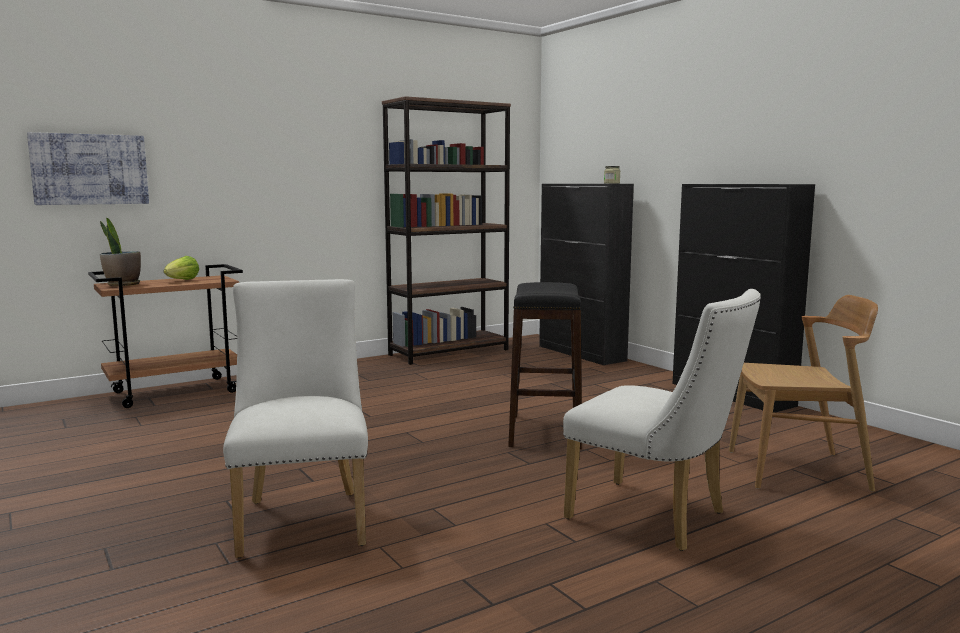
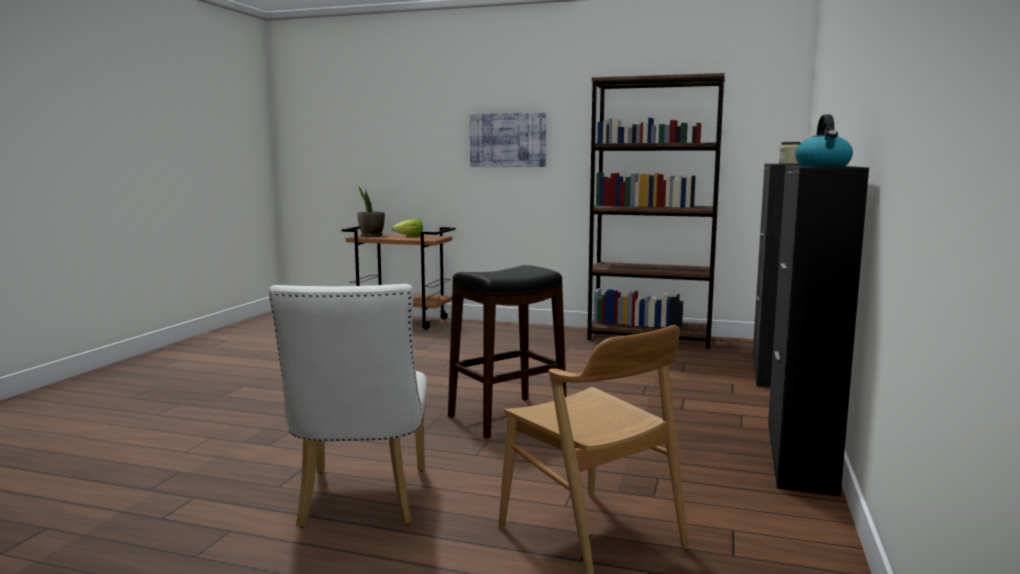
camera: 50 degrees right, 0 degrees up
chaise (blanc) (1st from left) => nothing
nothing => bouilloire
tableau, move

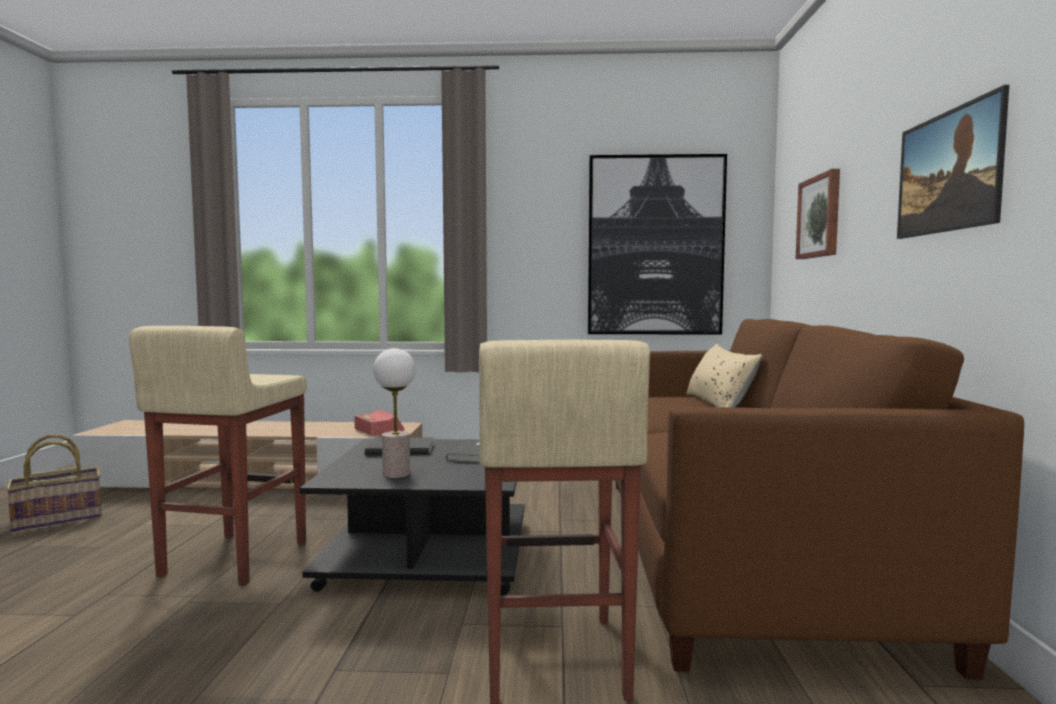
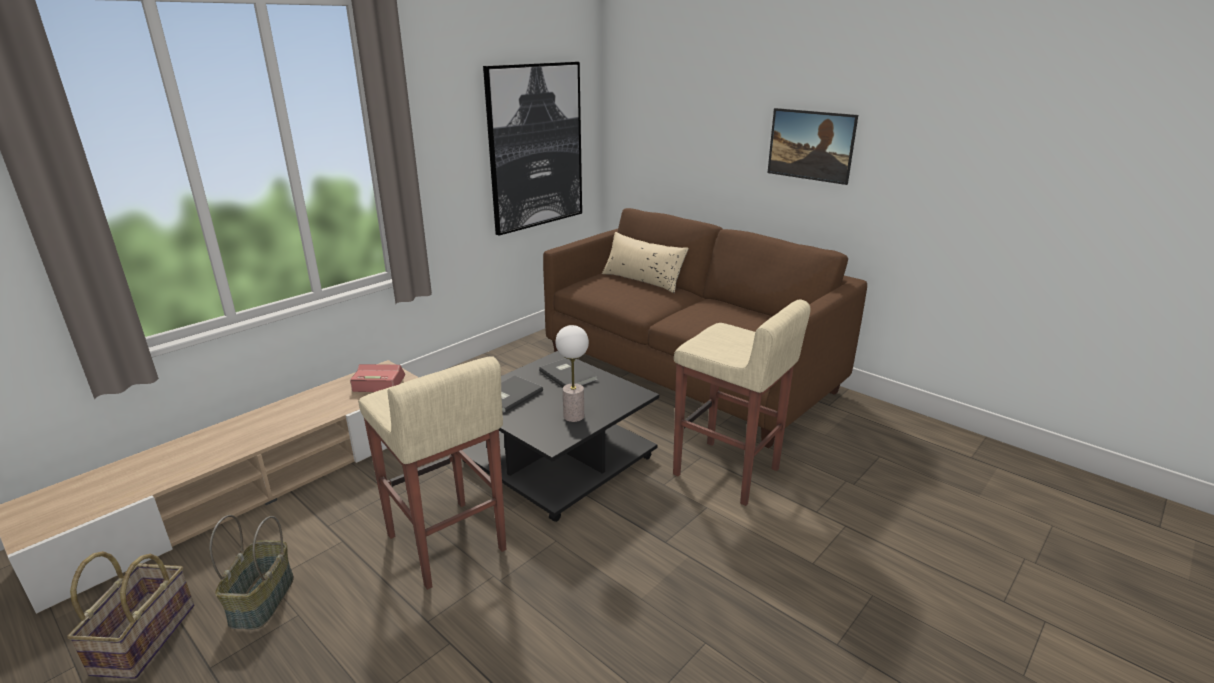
camera: 50 degrees left, 20 degrees up
tableau (2nd from left) => nothing
nothing => panier (2nd from left)

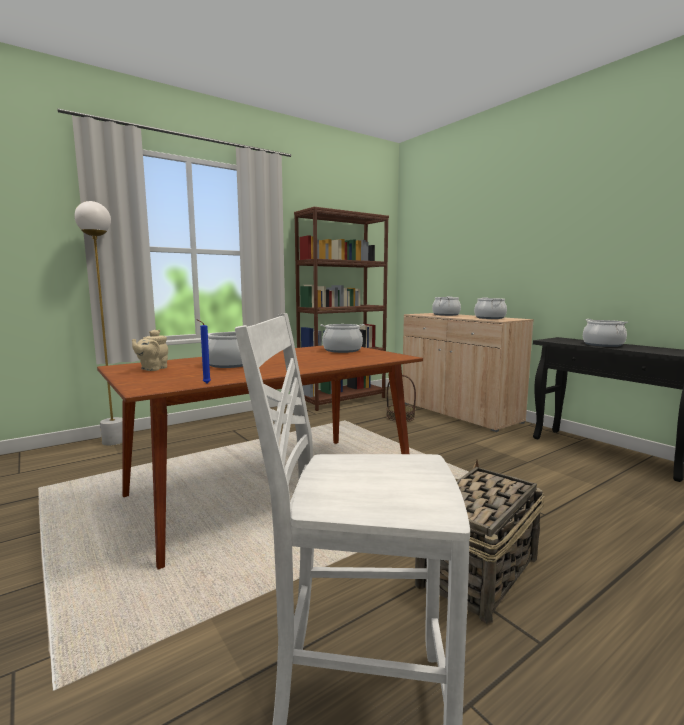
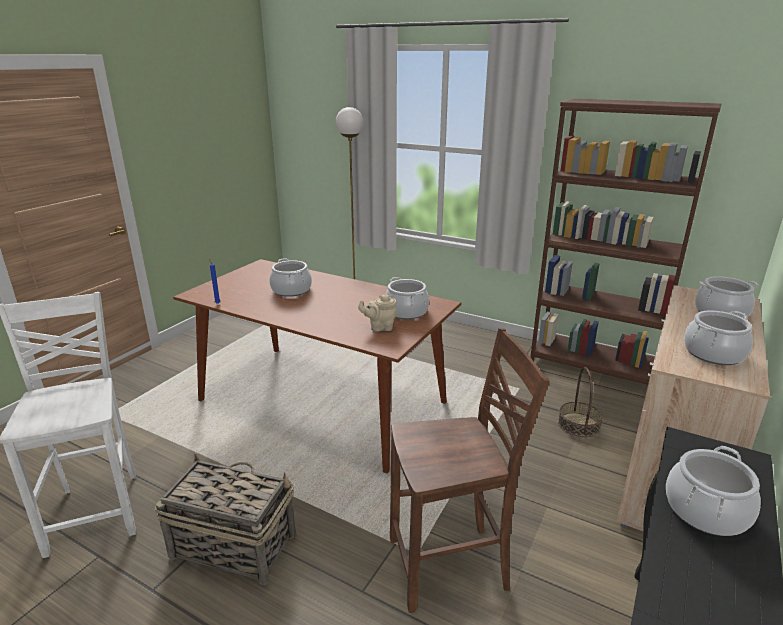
camera: 65 degrees right, 15 degrees up
nothing => chaise (marron)
théière (beige), move

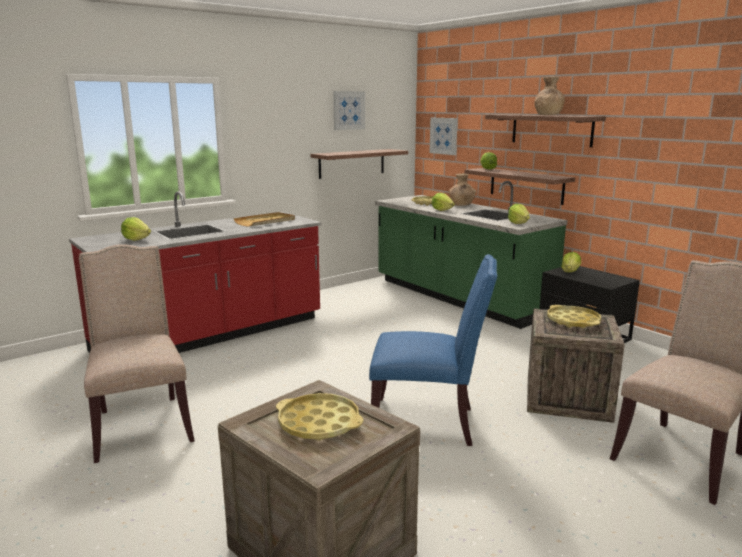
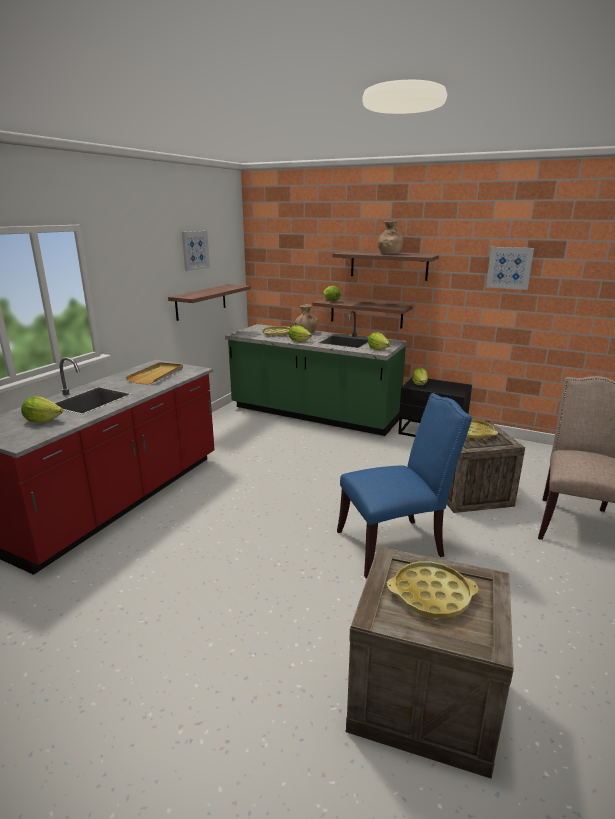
camera: 25 degrees left, 5 degrees up
chaise (beige) (1st from left) => nothing
tableau (2nd from left), move

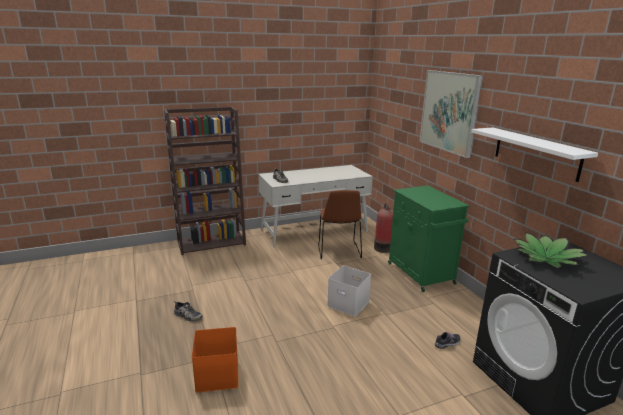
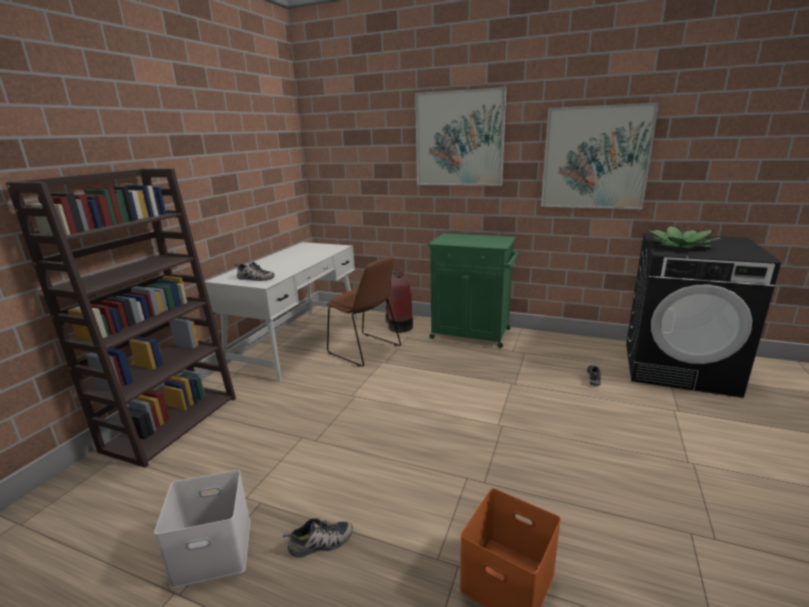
camera: 45 degrees left, 0 degrees up
boîte de rangement (blanc), move
étagère (blanc) => tableau (2nd from left)

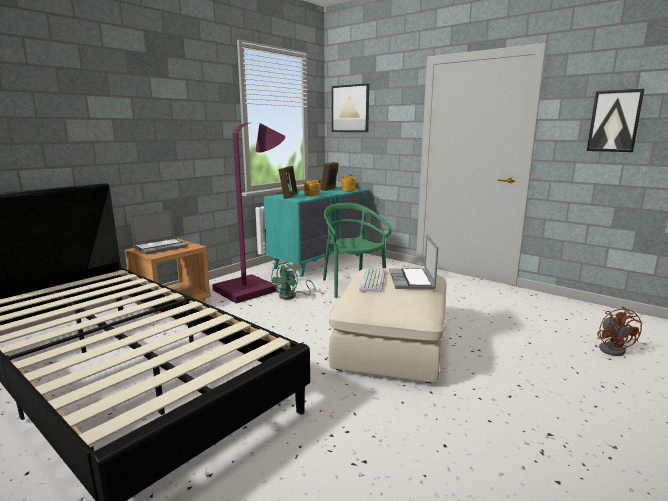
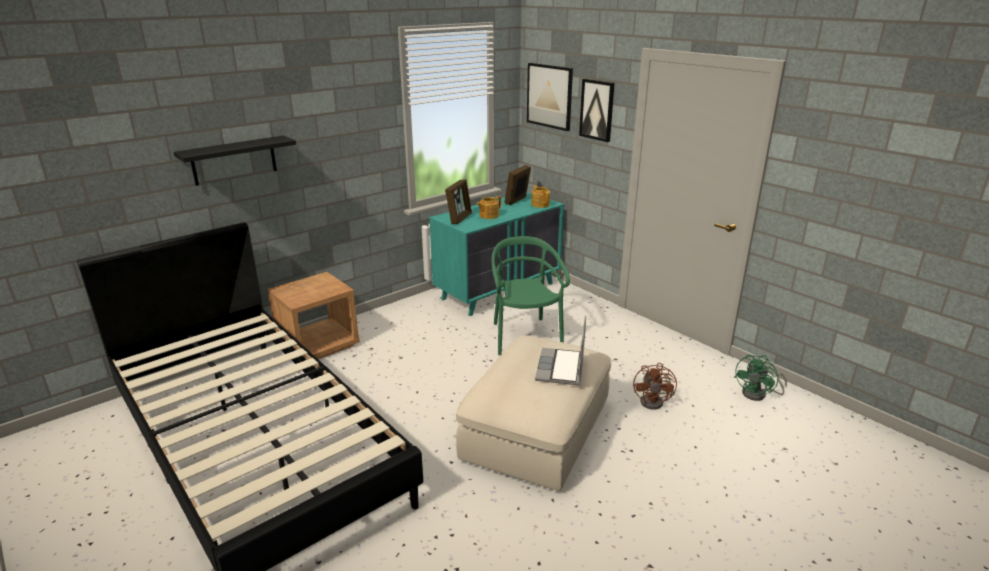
camera: 10 degrees right, 10 degrees up
ordinateur portable (1st from left) => nothing
lampadaire (violet) => nothing
clavier => nothing
nothing => étagère (noir)
ventilateur (vert), move
tableau (2nd from left), move
ventilateur (marron), move

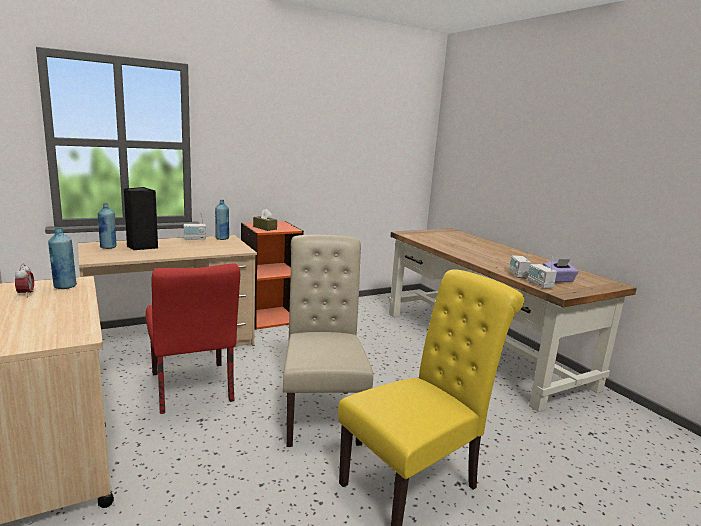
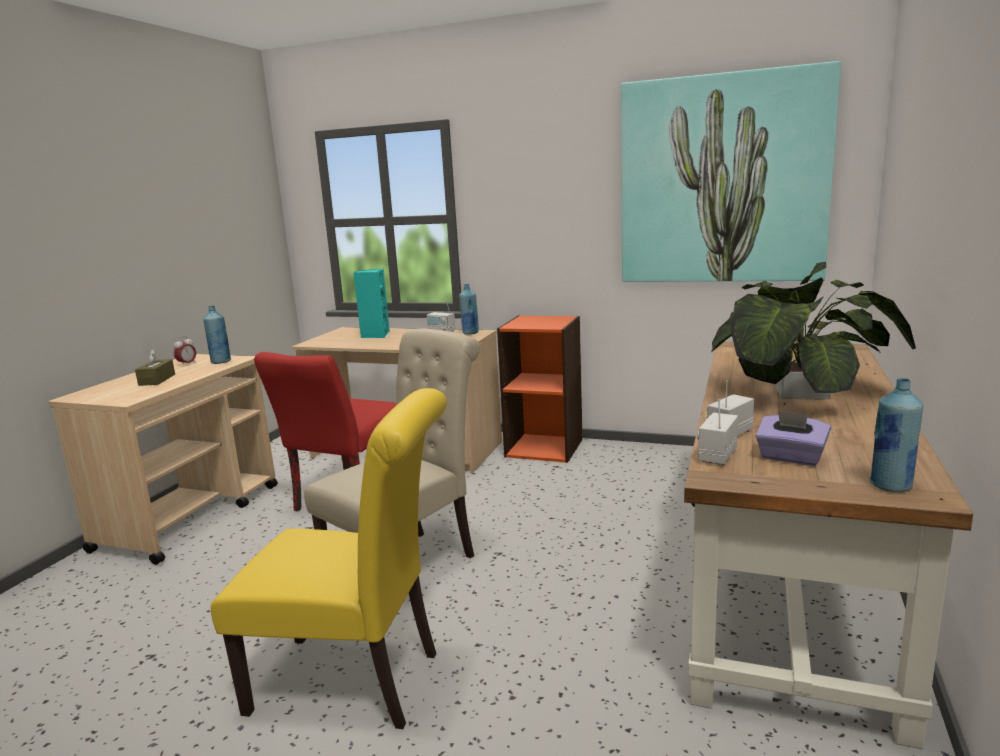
camera: 50 degrees right, 0 degrees up
nothing => tableau
nothing => plante en pot
bouteille (bleu) (2nd from left in the first image) => bouteille (bleu) (3rd from left), move
boîte à mouchoirs (marron), move
enceinte (noir) => enceinte (turquoise)

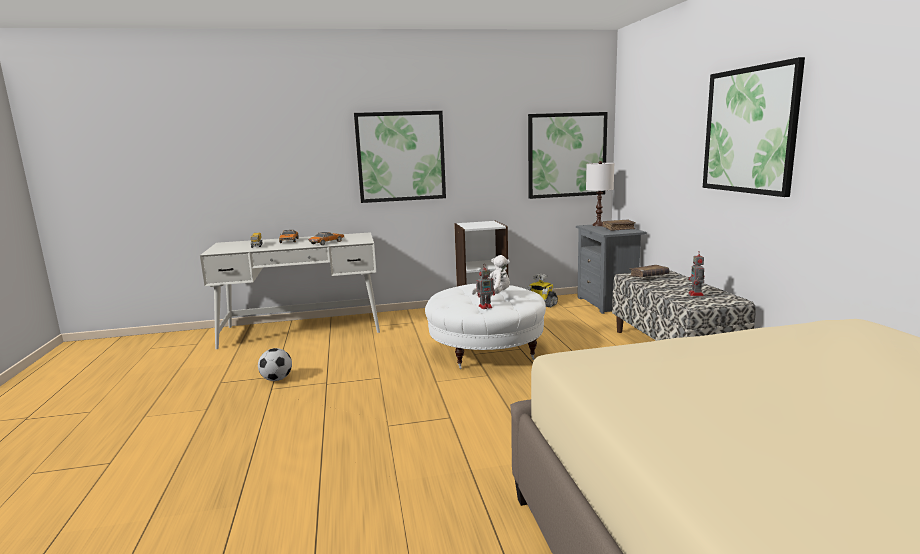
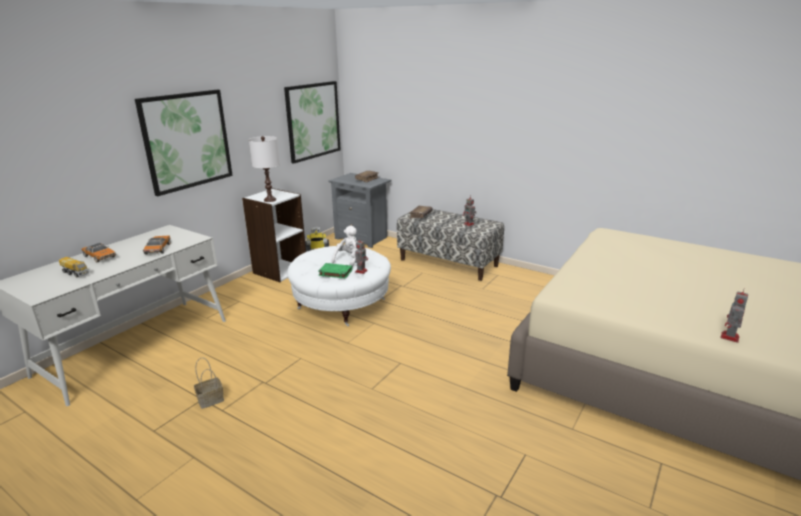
camera: 45 degrees left, 10 degrees up
tableau (3rd from left) => nothing
nothing => livre (vert)
nothing => robot jouet (4th from left)
lampe de table (blanc), move
ballon de foot => panier

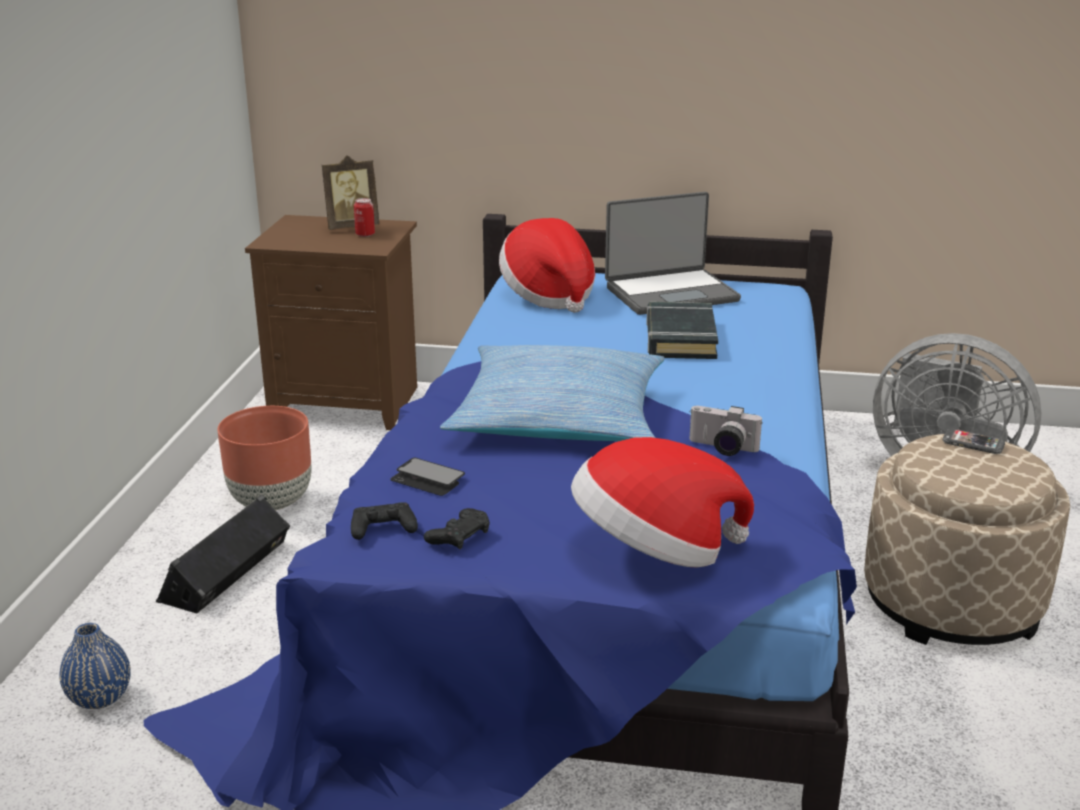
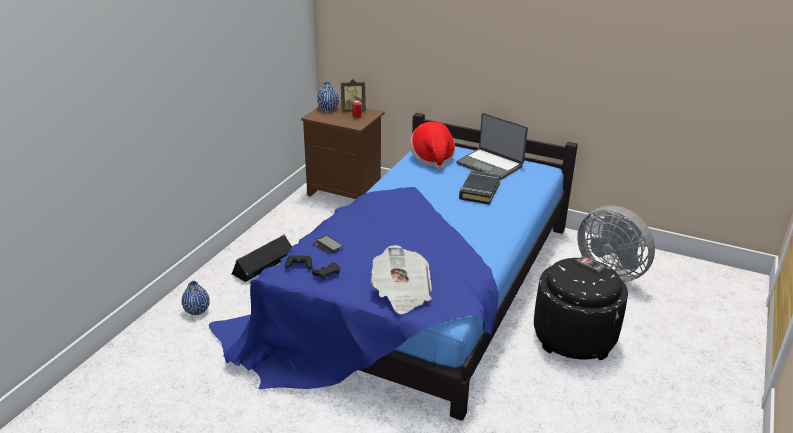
camera: 15 degrees right, 5 degrees up
cache-pot (marron) => nothing
coussin => nothing
appareil photo => nothing
nothing => vase (bleu) (2nd from left)
chapeau (2nd from left) => journal
pouf (beige) => pouf (noir)
ordinateur portable, 45 degrees clockwise

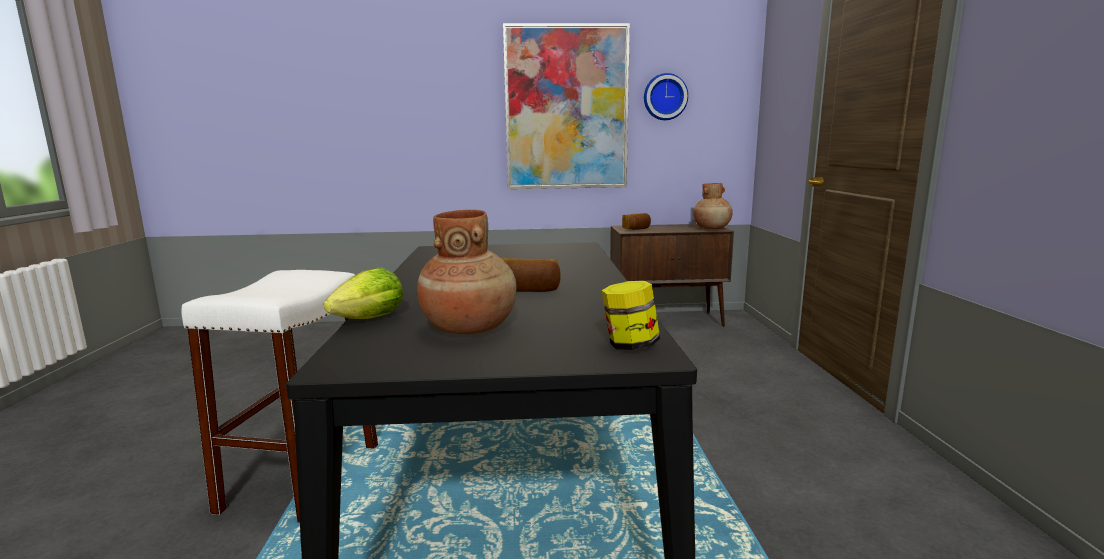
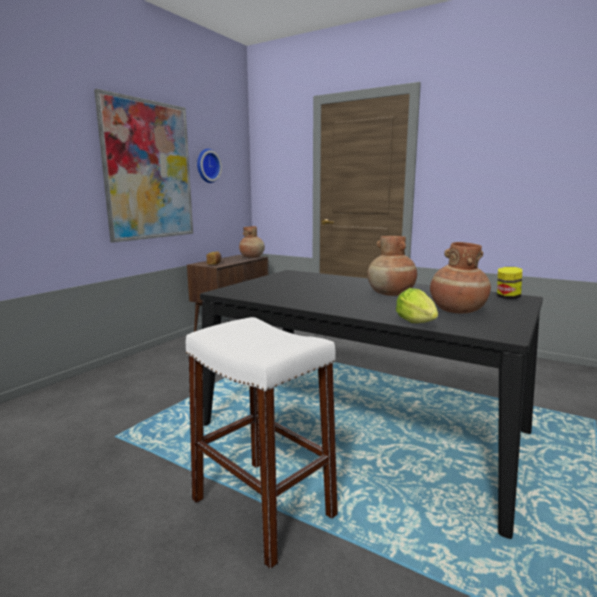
camera: 55 degrees left, 0 degrees up
pain (1st from left) => vase (marron) (2nd from left)

